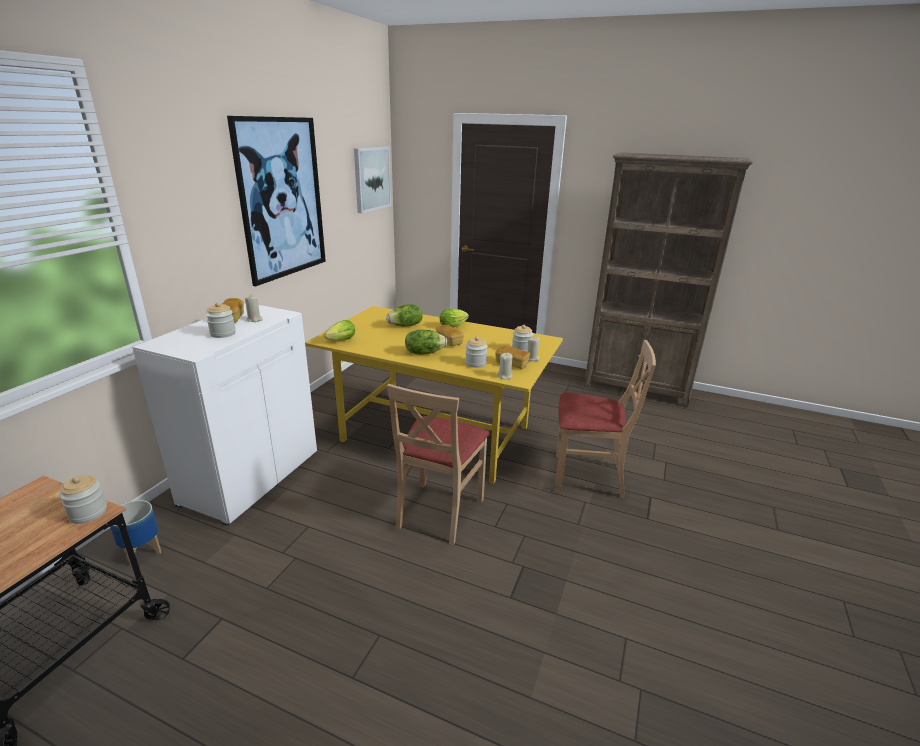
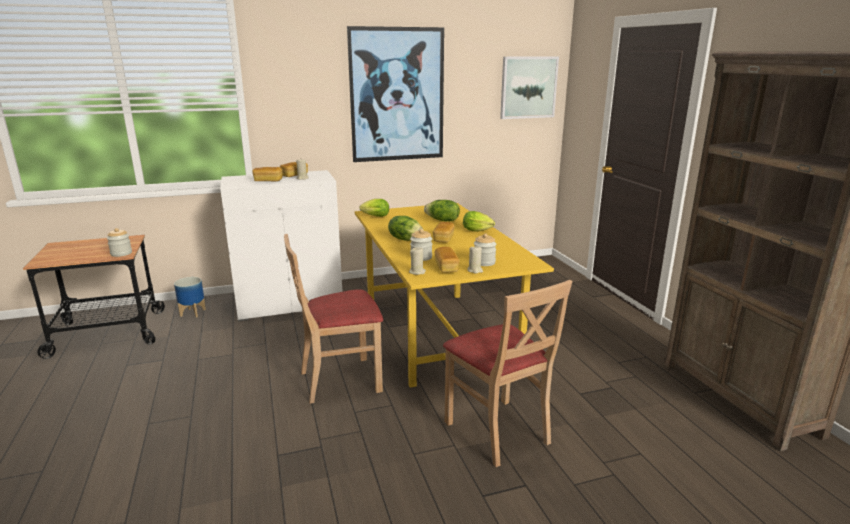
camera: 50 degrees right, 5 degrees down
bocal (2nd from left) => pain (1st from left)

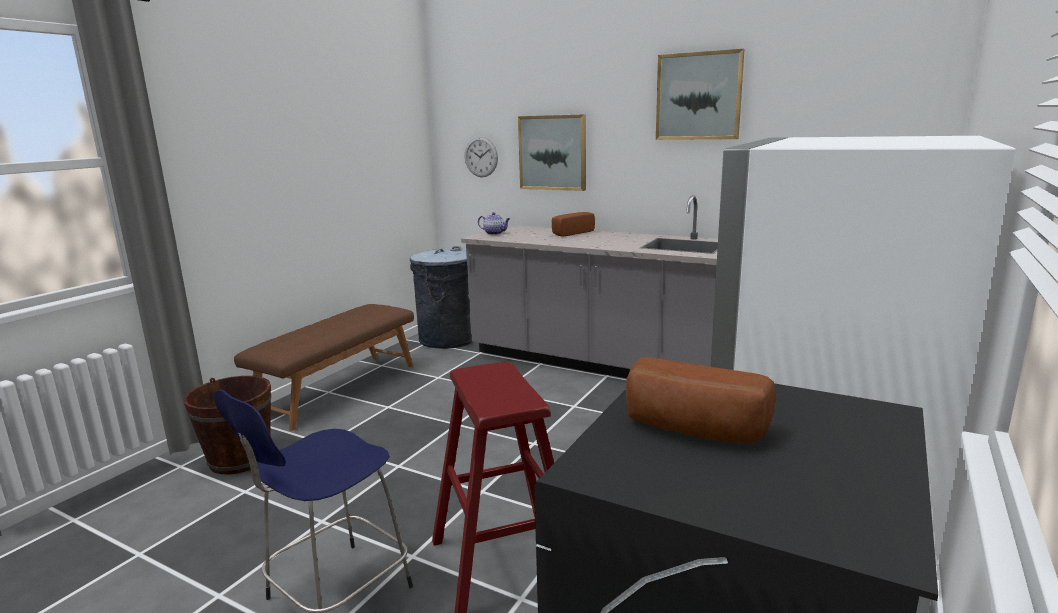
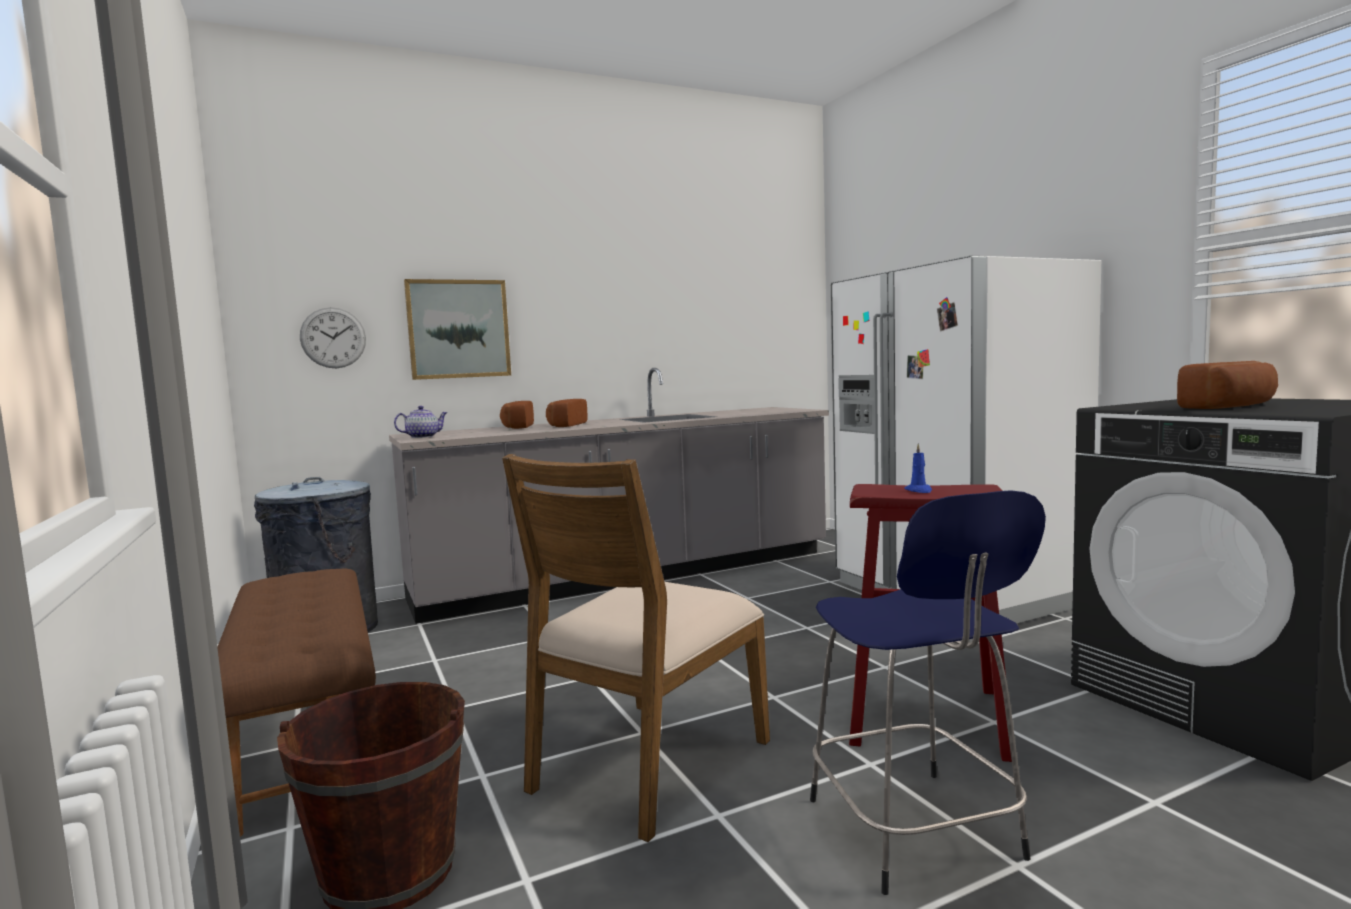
camera: 55 degrees left, 10 degrees down
tableau (2nd from left) => nothing
nothing => chaise (marron)
nothing => pain (2nd from left)
nothing => bougie (bleu)

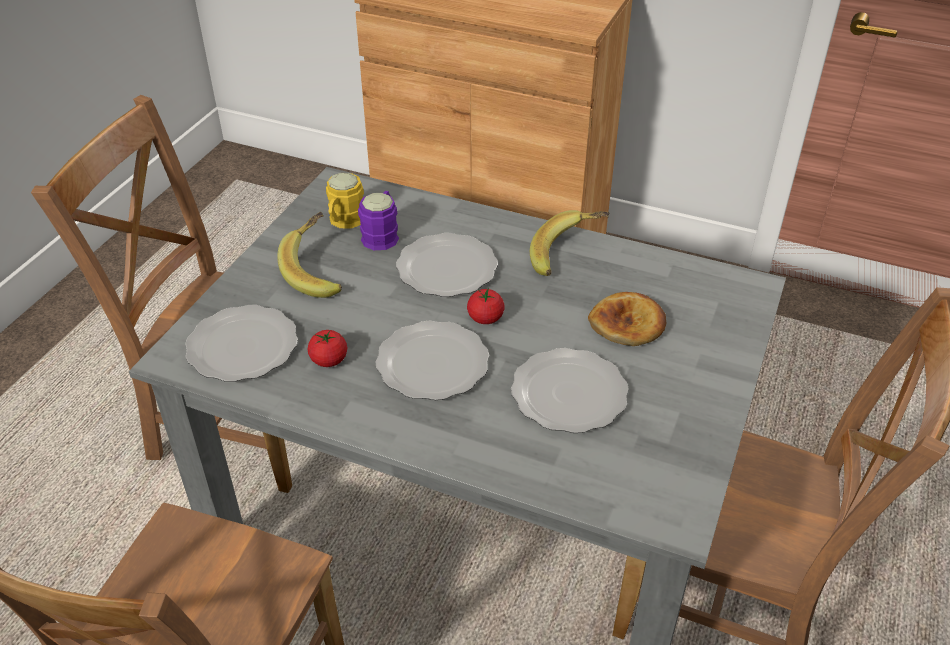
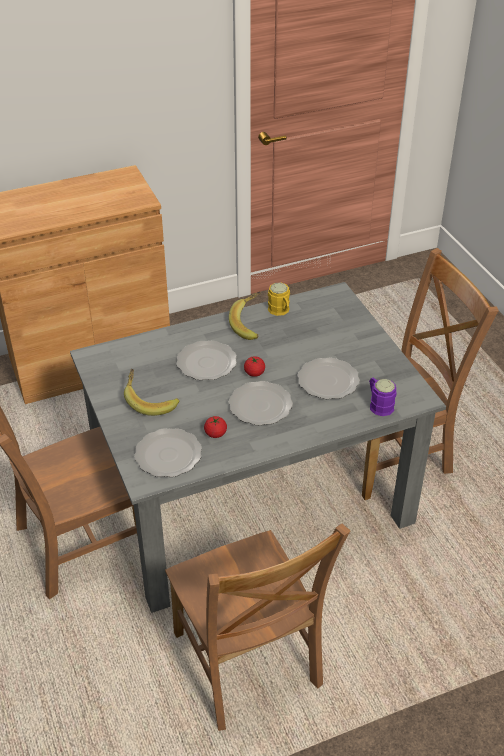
camera: 45 degrees left, 0 degrees up
pain => nothing
mug (jaune), move
mug (violet), move

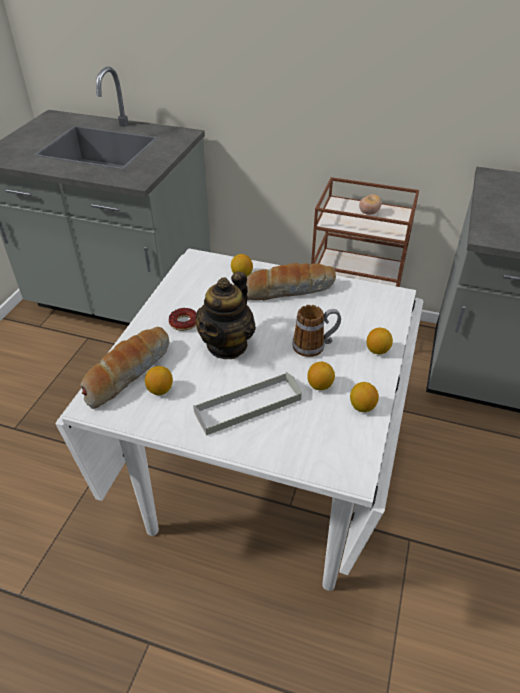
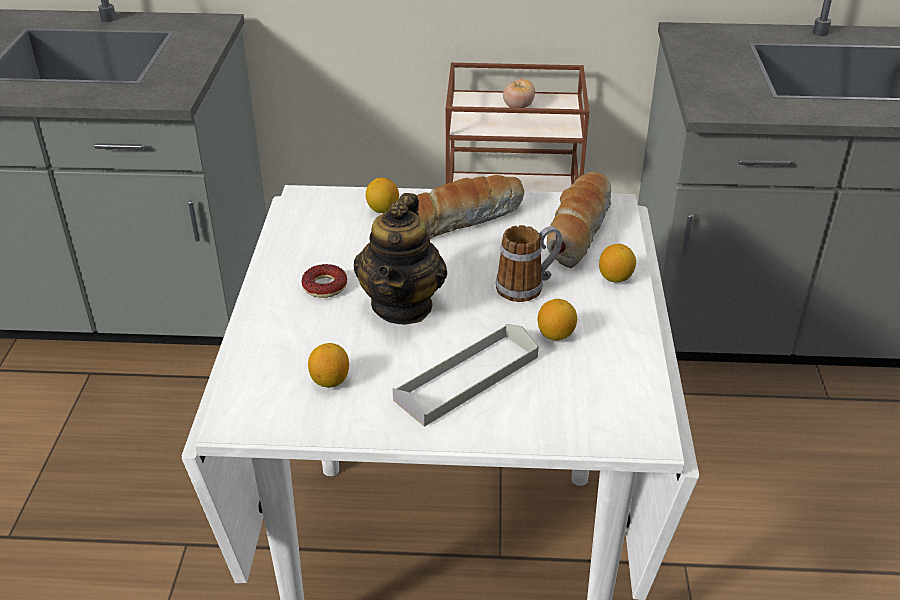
camera: 15 degrees left, 5 degrees down
citron (4th from left) => nothing
pain (1st from left in the first image) => pain (2nd from left), move

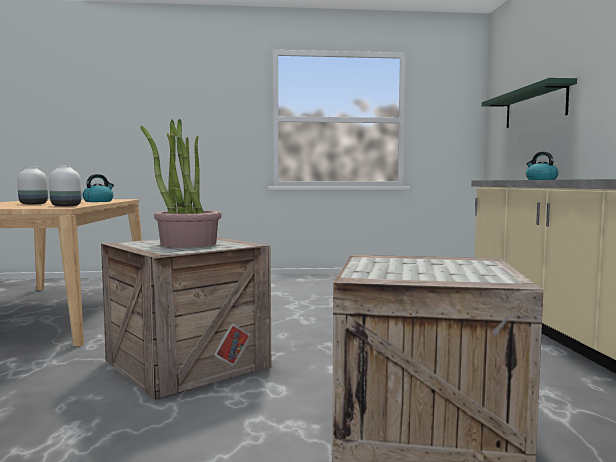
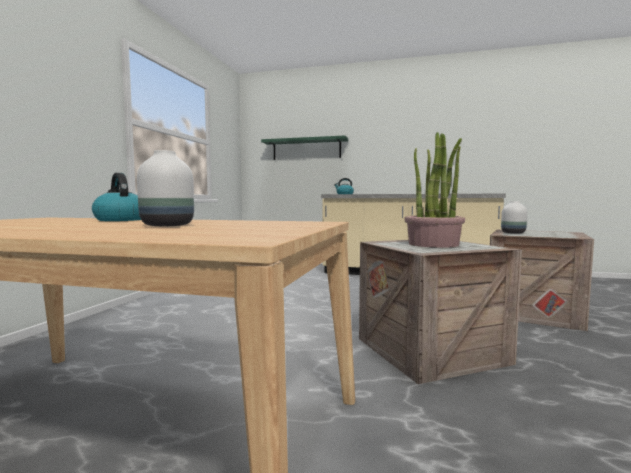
camera: 70 degrees left, 0 degrees up
vase (blanc) (2nd from left), move

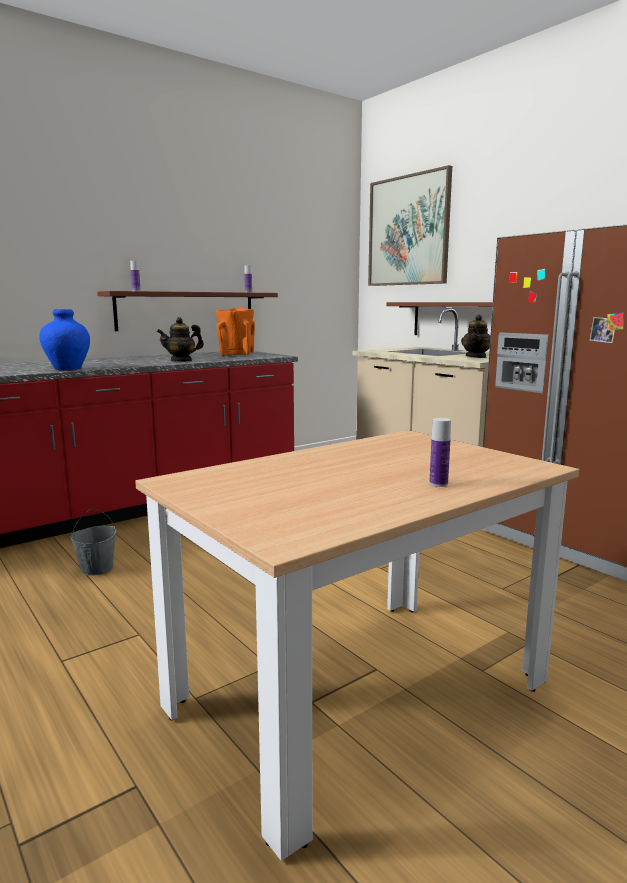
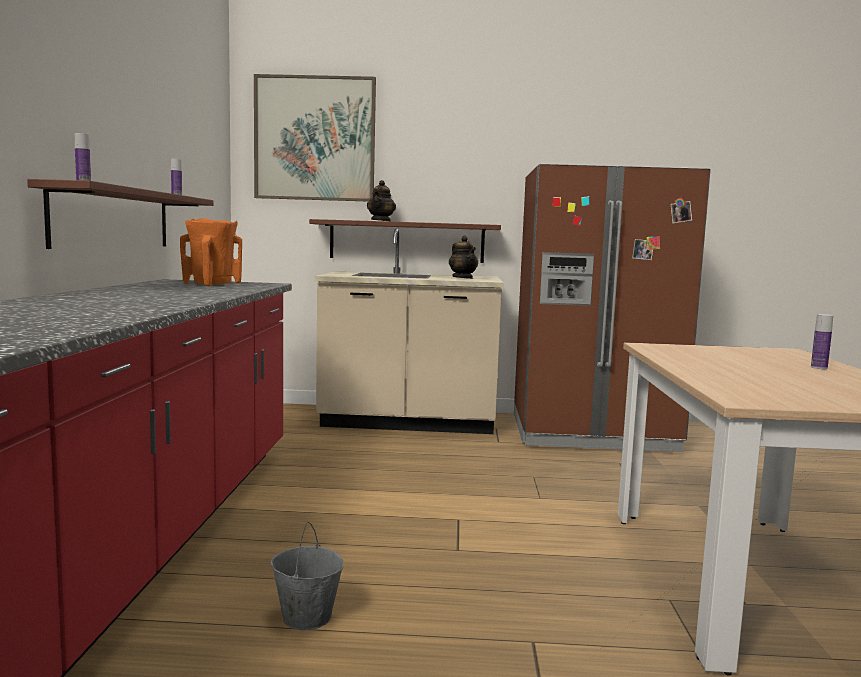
camera: 50 degrees left, 5 degrees down
vase (bleu) => nothing
théière (1st from left), move

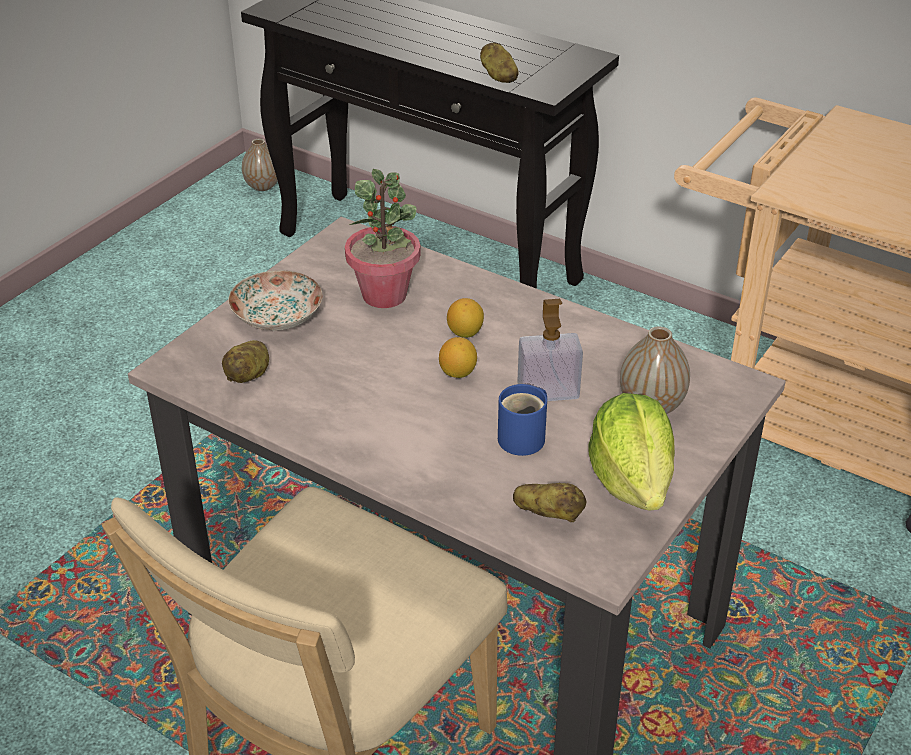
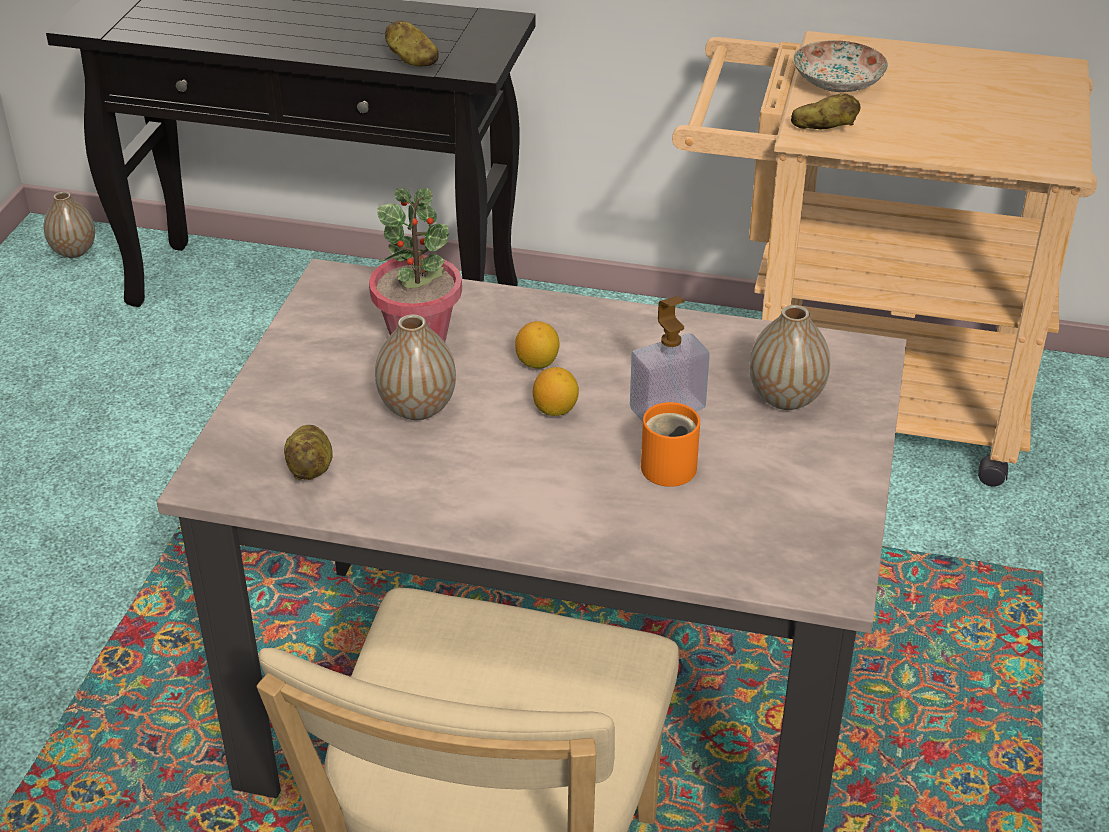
camera: 20 degrees left, 0 degrees up
laitue => nothing
nothing => vase (2nd from left)
assiette, move
pomme de terre (3rd from left), move
mug (bleu) => mug (orange)

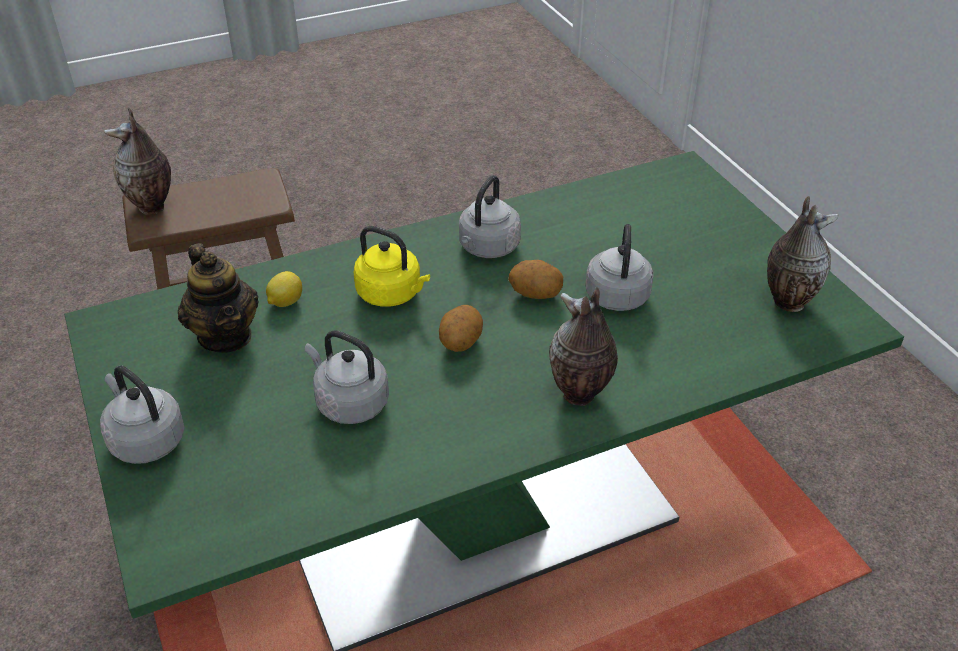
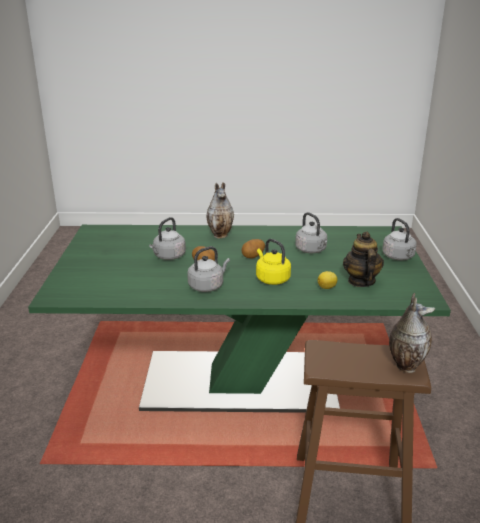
camera: 155 degrees left, 15 degrees down
vase (3rd from left) => nothing

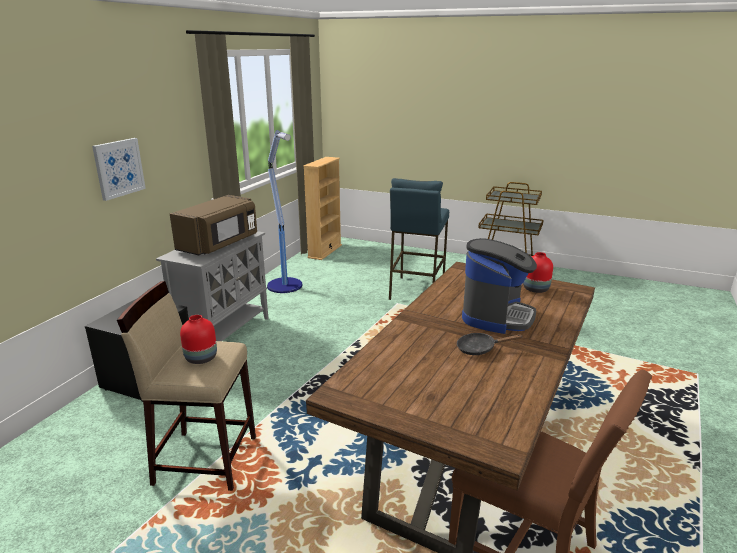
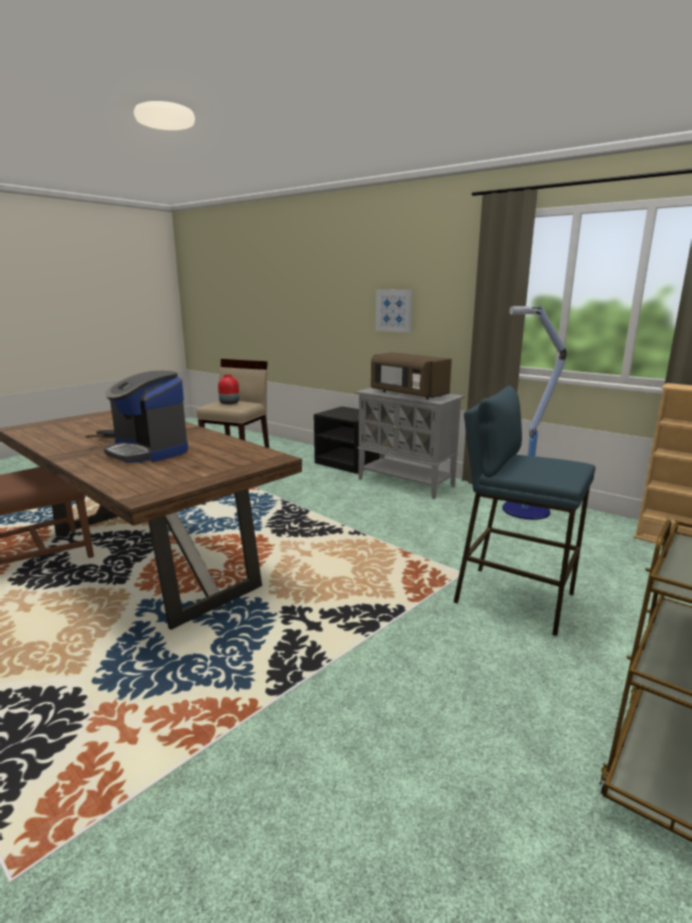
camera: 105 degrees right, 5 degrees down
vase (rouge) (2nd from left) => nothing

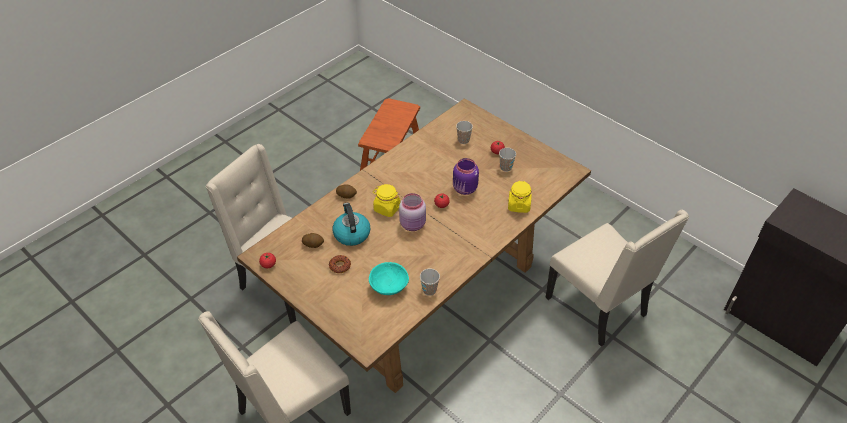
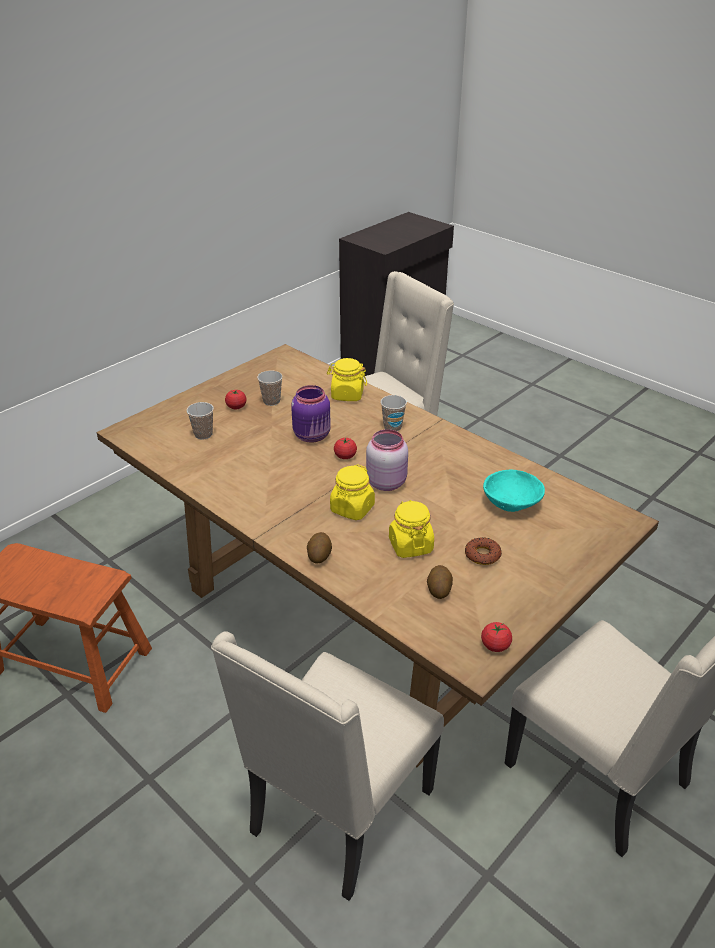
camera: 90 degrees left, 10 degrees down
tasse (1st from left in the first image) => tasse (3rd from left), move
bouilloire => bocal (jaune) (3rd from left)

